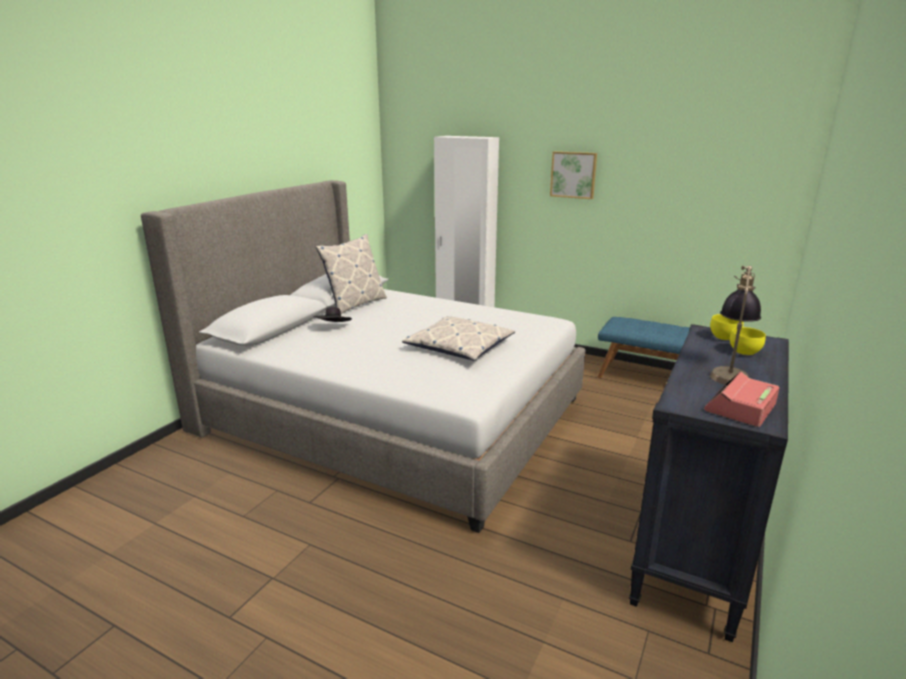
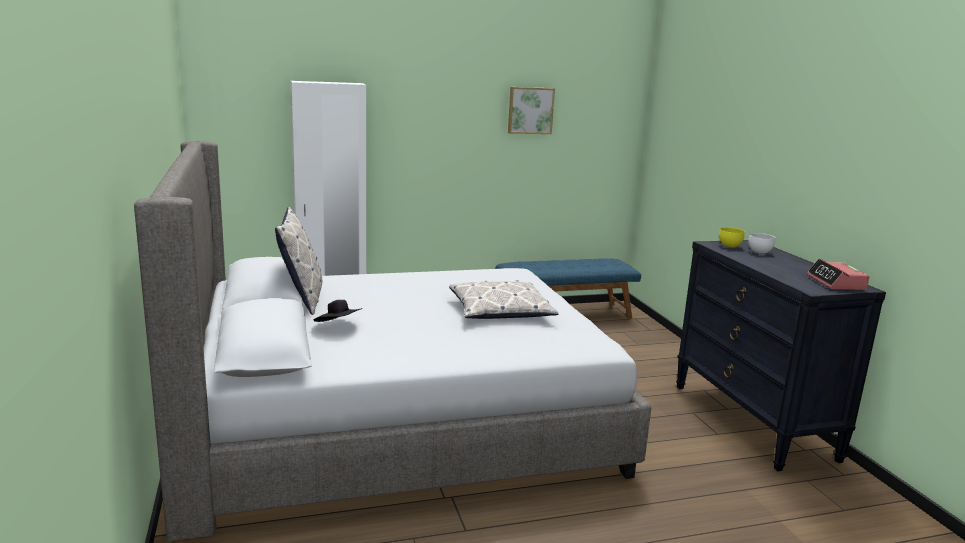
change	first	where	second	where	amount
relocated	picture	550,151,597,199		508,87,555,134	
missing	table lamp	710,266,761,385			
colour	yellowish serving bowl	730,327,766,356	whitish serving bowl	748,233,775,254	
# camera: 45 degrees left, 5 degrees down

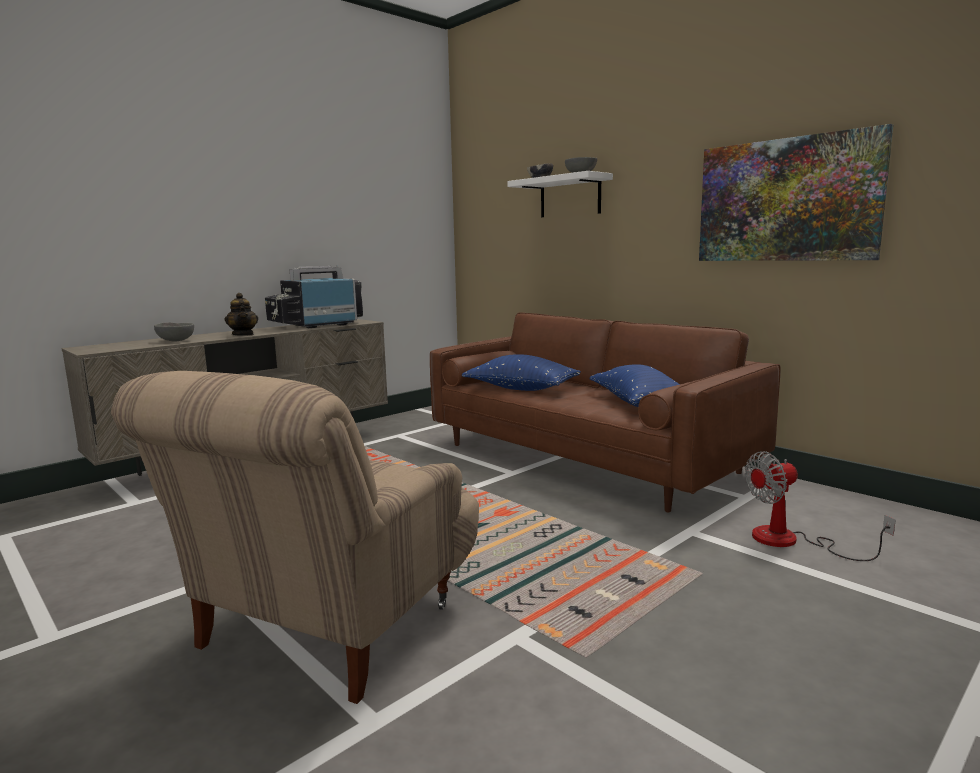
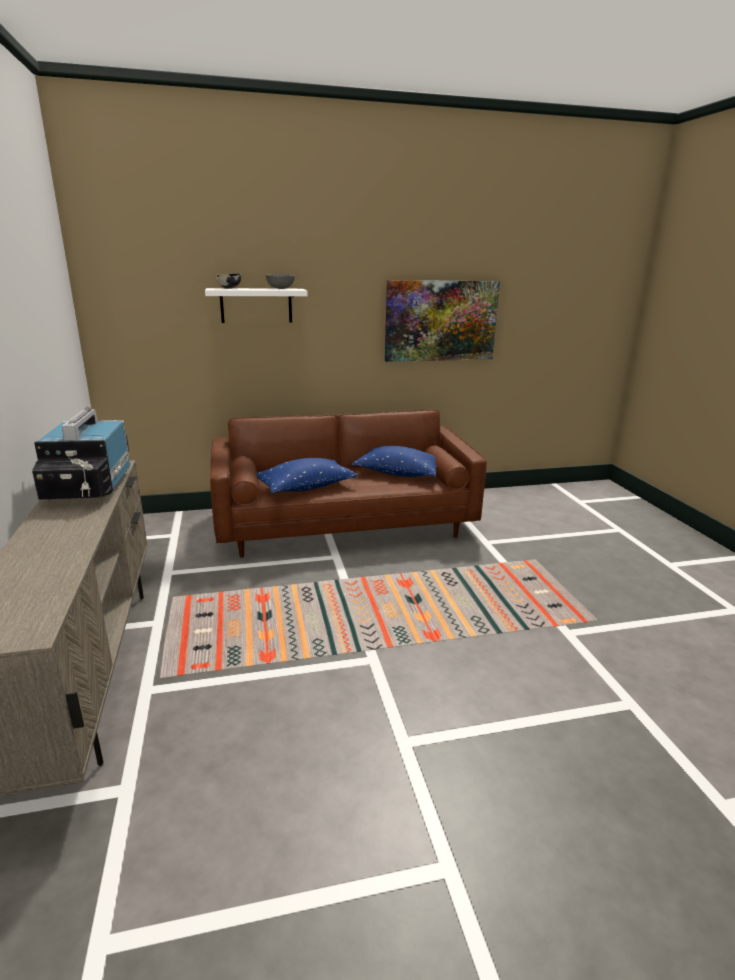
change	first	where	second	where	amount
missing	tea pot	225,293,258,336			
missing	grey serving bowl	154,322,194,341			
missing	beige armchair	111,371,479,704			
missing	cooling fan	744,451,896,561			
# camera: 60 degrees left, 10 degrees up

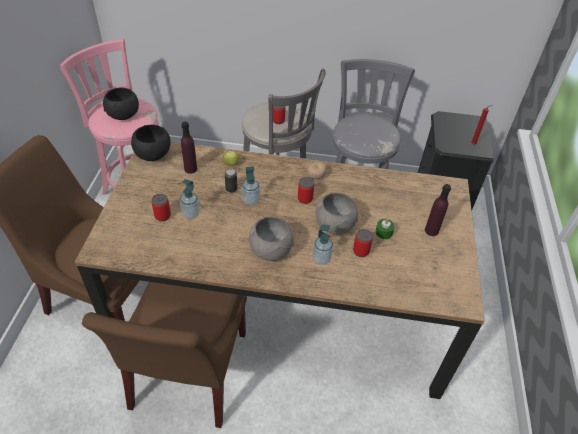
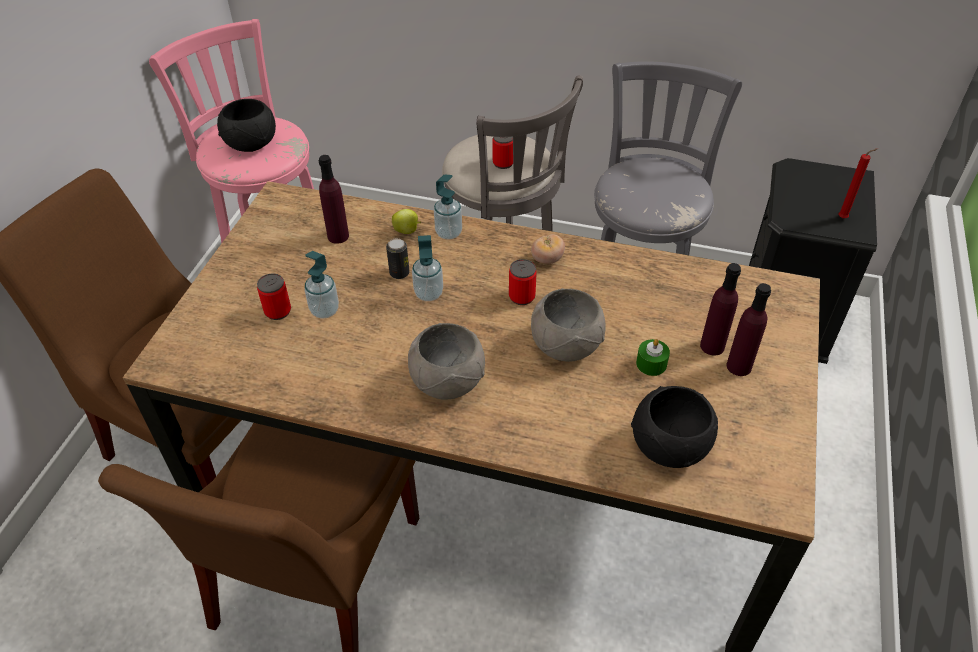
change	first	where	second	where	amount
relocated	blackish serving bowl	131,125,171,161		631,386,718,468	
relocated	liquid soap bottle	313,224,333,265		434,175,462,240	
missing	can	353,229,373,257			
appeared			purplish drink bottle	700,263,741,356	
# camera: 10 degrees right, 0 degrees up

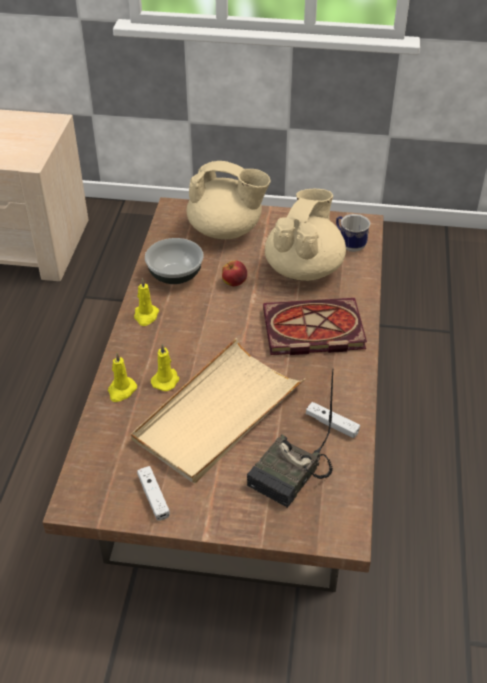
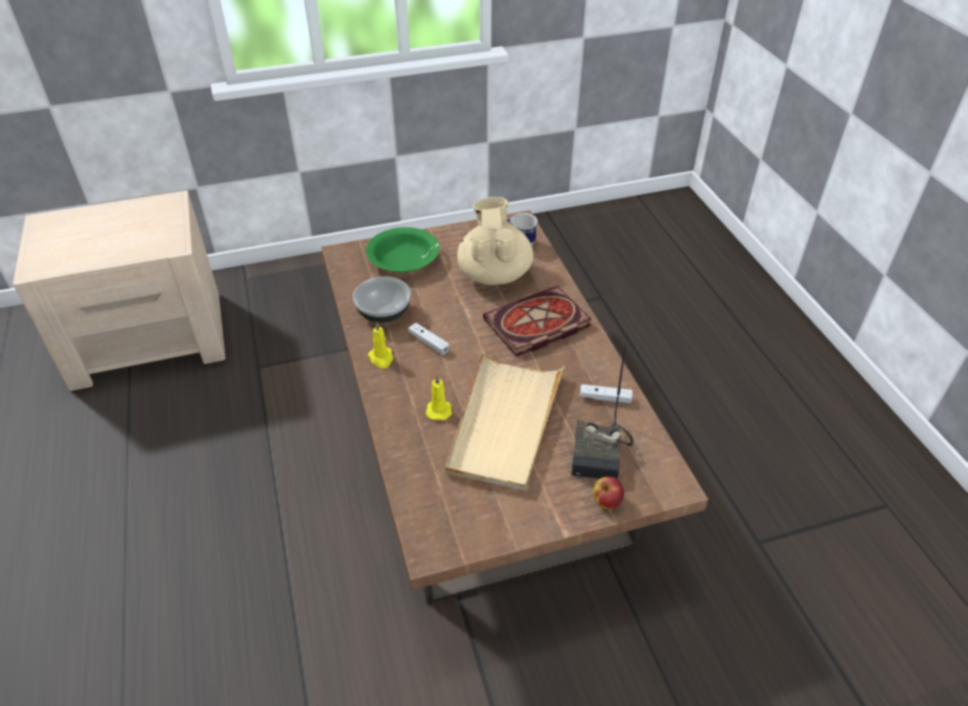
change	first	where	second	where	amount
exchanged	beige tea pot	187,161,271,239	greenish serving bowl	366,227,440,273	
relocated	apple fruit	222,260,247,286		593,476,624,509	
missing	yellowish wax light	108,353,137,402			
relocated	whitish game controller	137,466,170,521		408,323,450,355	
# camera: 25 degrees left, 0 degrees up

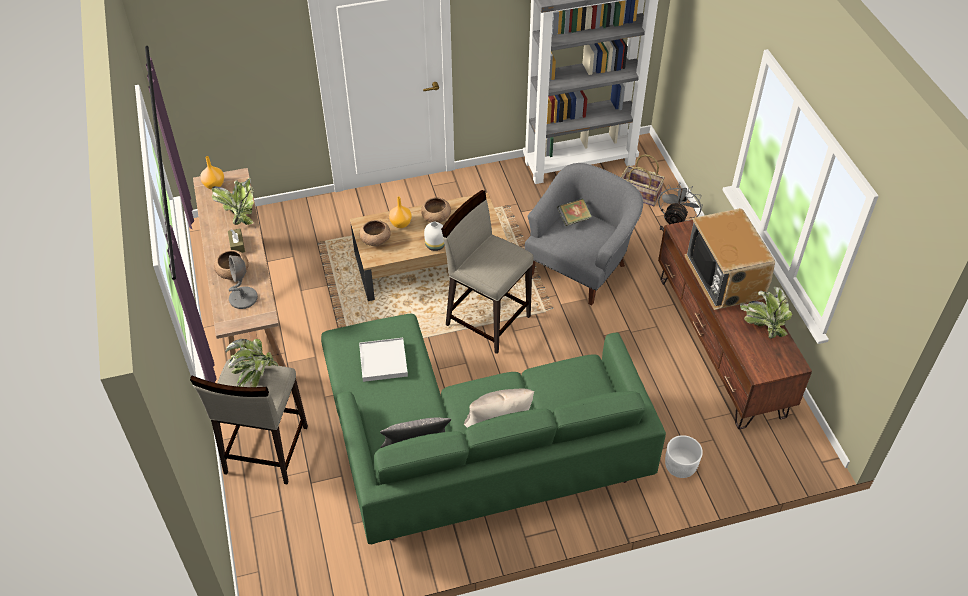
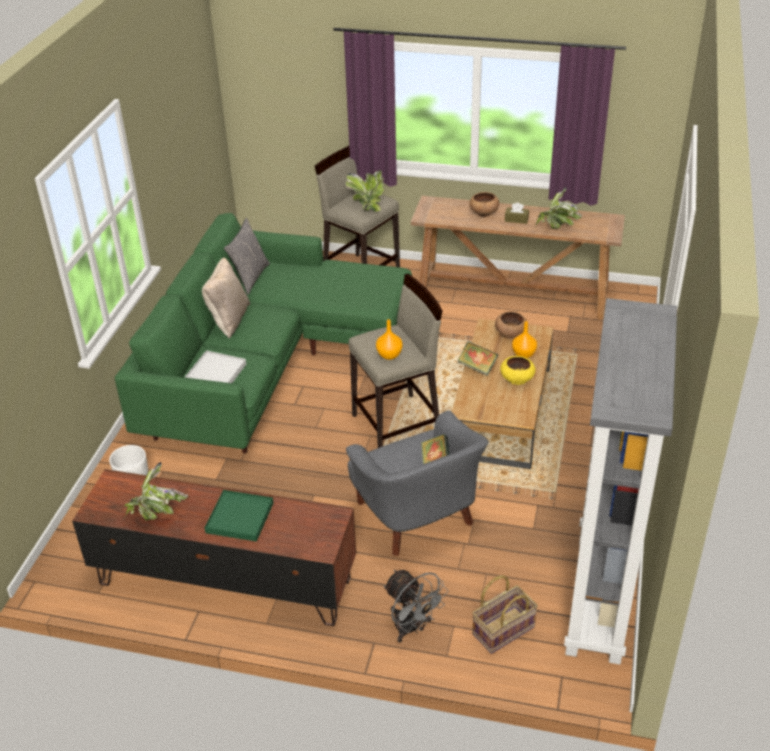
change	first	where	second	where	amount
relocated	orange flower vase	200,156,224,190		376,319,403,360	
colour	brown-coloured serving bowl	421,197,451,223	yellowish serving bowl	500,356,536,385	
exchanged	TV	684,208,775,310	greenish serving tray	205,490,273,542	
exchanged	whitish flower vase	424,222,445,251	bound book	458,341,498,376	
missing	grey table lamp	229,255,258,309			
relocated	whitish serving tray	359,338,408,382		185,350,246,383	
# camera: 120 degrees right, 10 degrees down

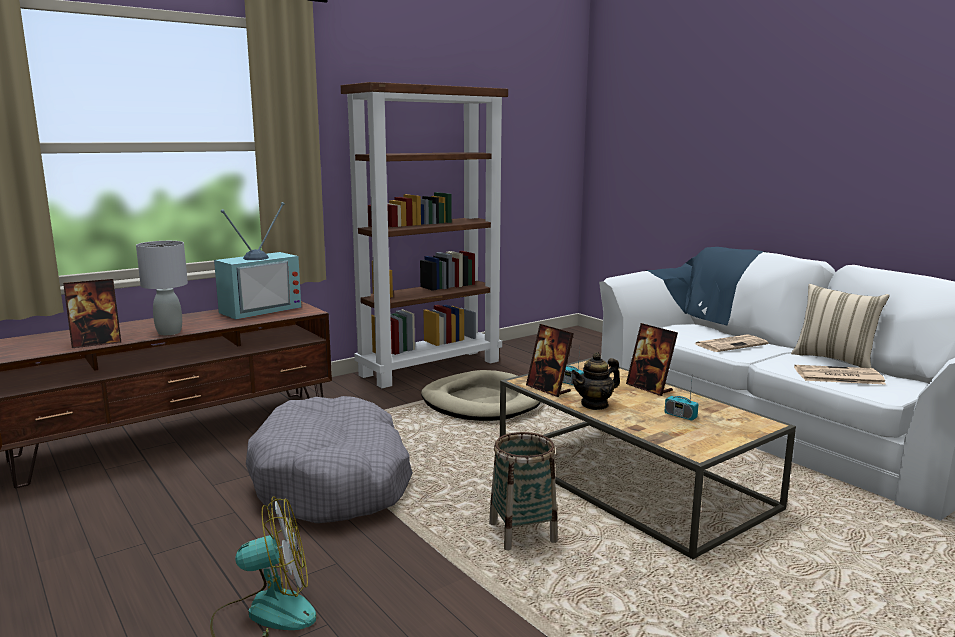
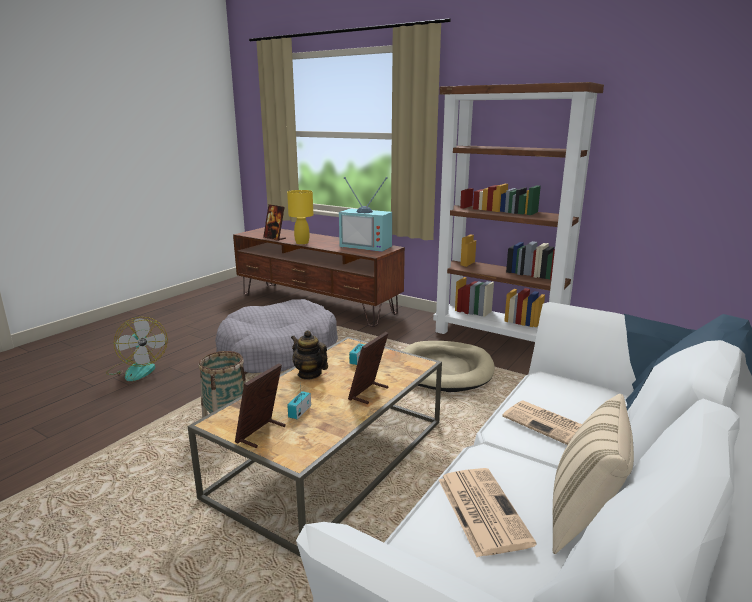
change	first	where	second	where	amount
colour	grey table lamp	136,241,188,335	yellowish table lamp	287,190,313,244	
relocated	photo frame	526,324,574,397		235,363,286,448	
# camera: 70 degrees right, 5 degrees up

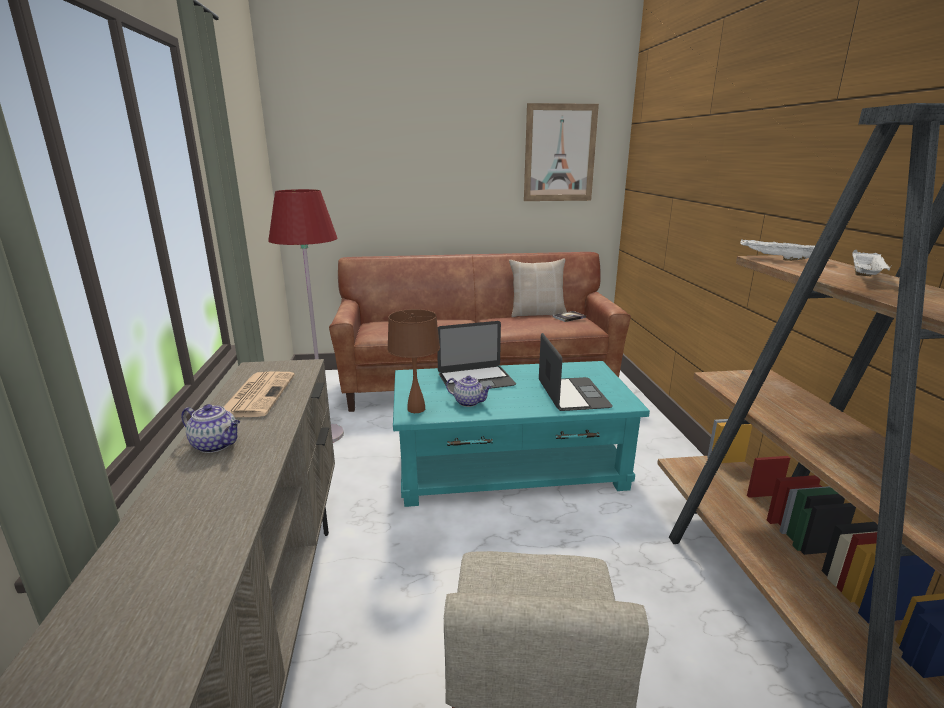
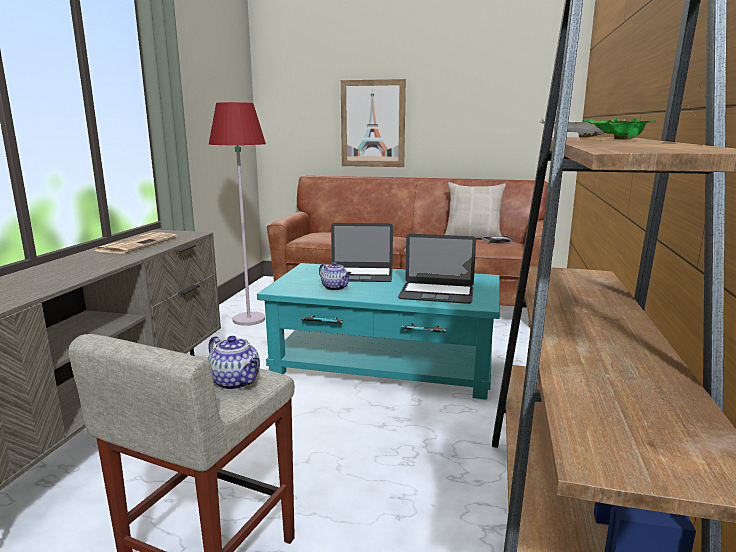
change	first	where	second	where	amount
relocated	picture	524,103,599,201		341,79,406,167	
colour	whitish serving tray	852,250,892,276	greenish serving tray	583,117,655,140	
missing	brown-coloured table lamp	387,309,440,413			
spun	portable computer	539,333,613,411		398,234,476,304	90 degrees clockwise
relocated	tea pot	181,404,240,453		207,336,260,390	
# camera: 20 degrees right, 5 degrees down

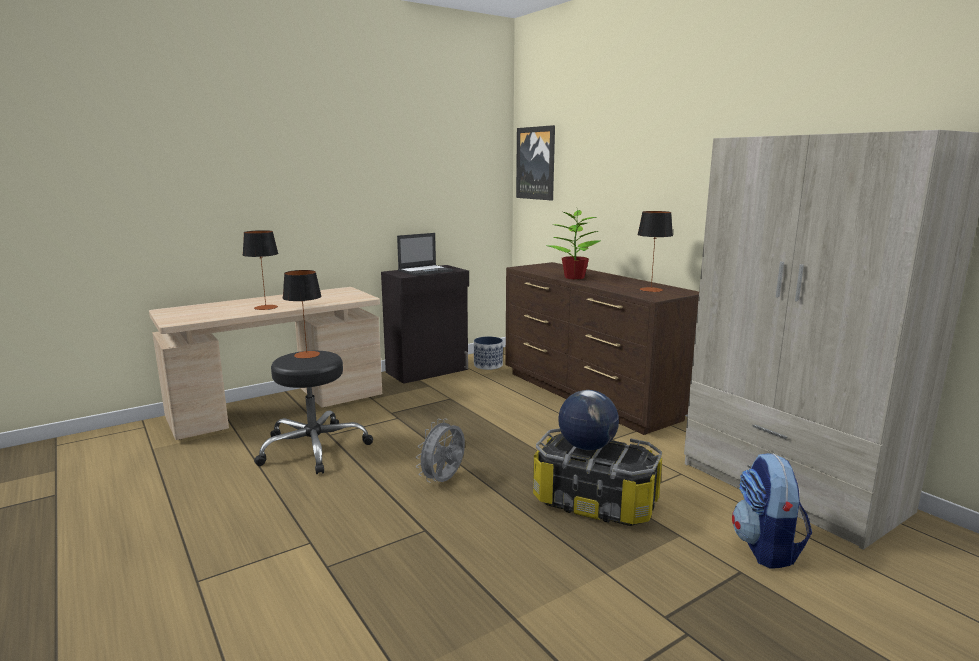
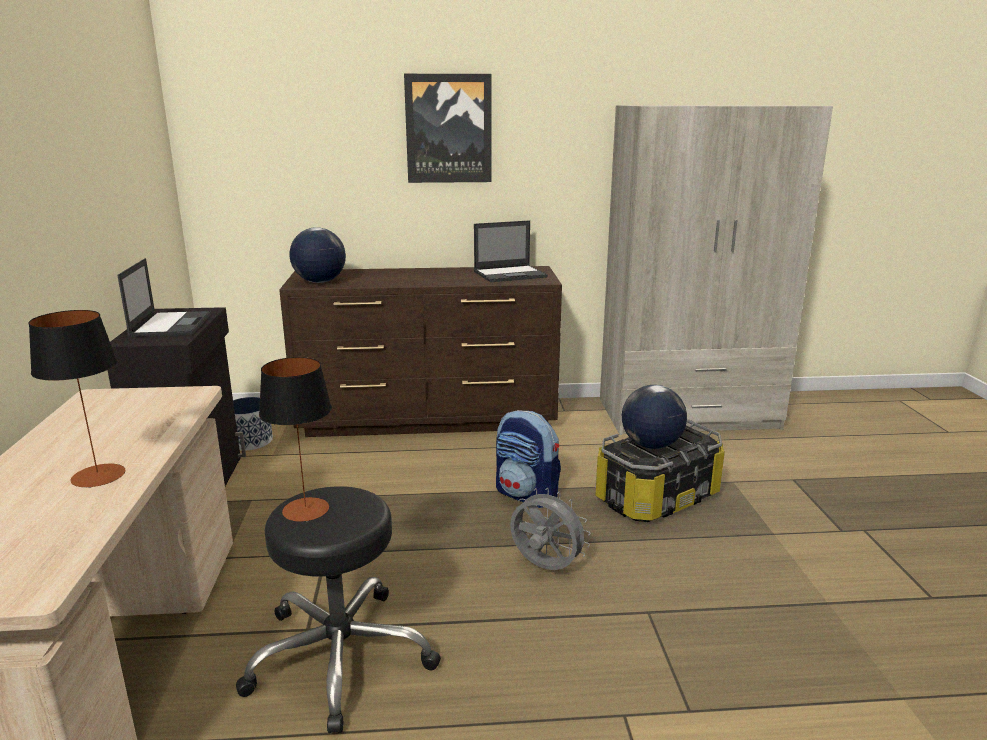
change	first	where	second	where	amount
relocated	picture	516,125,555,201		404,74,492,183	
missing	houseplant	547,210,600,279			
exchanged	table lamp	637,211,673,292	portable computer	474,220,548,282	
spun	grey cooling fan	416,419,465,483		510,488,591,570	150 degrees clockwise
relocated	rucksack	732,453,812,569		496,410,561,508	
appeared			world globe	290,227,346,283	
# camera: 60 degrees left, 5 degrees up

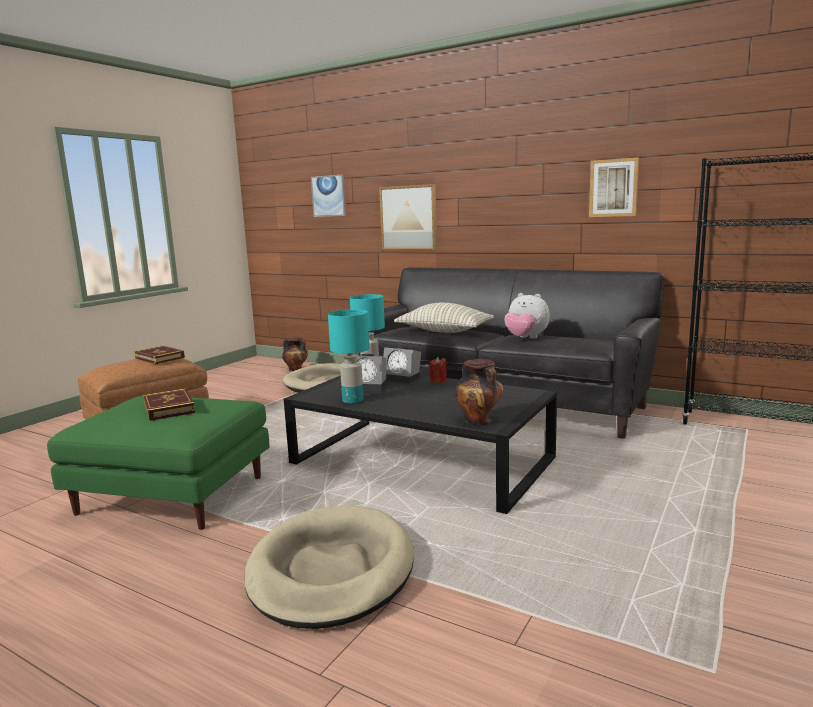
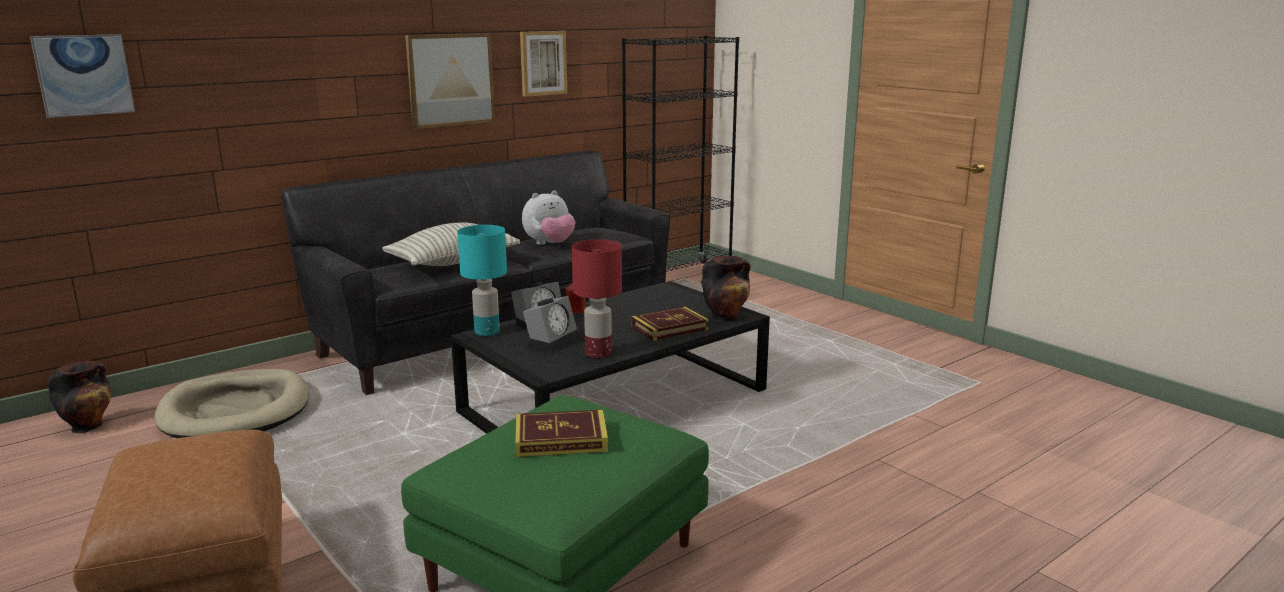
change	first	where	second	where	amount
relocated	picture	379,184,437,249		405,33,495,129	
colour	turquoise table lamp	328,310,369,404	red-coloured table lamp	572,239,622,358	
relocated	bound book	133,346,185,364		631,307,709,341	
missing	beige pet bed	245,506,414,629			
# camera: 70 degrees left, 5 degrees up

